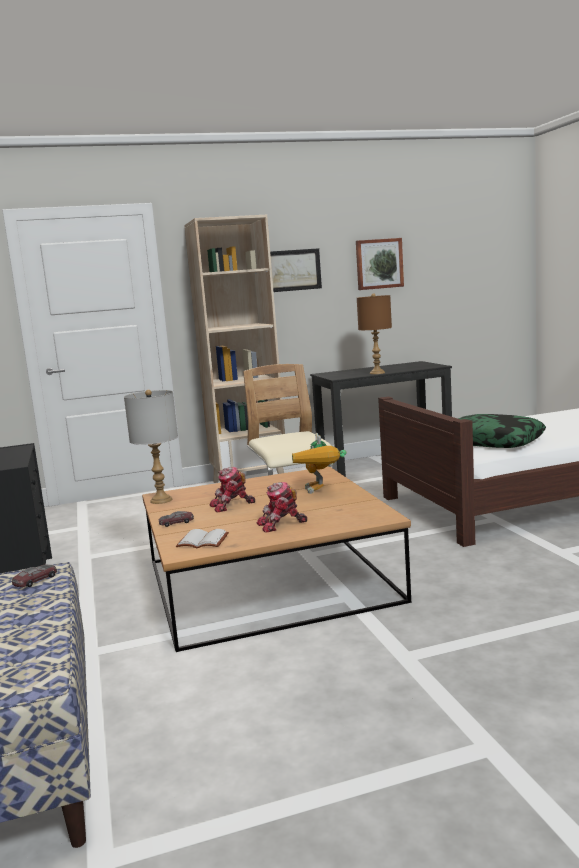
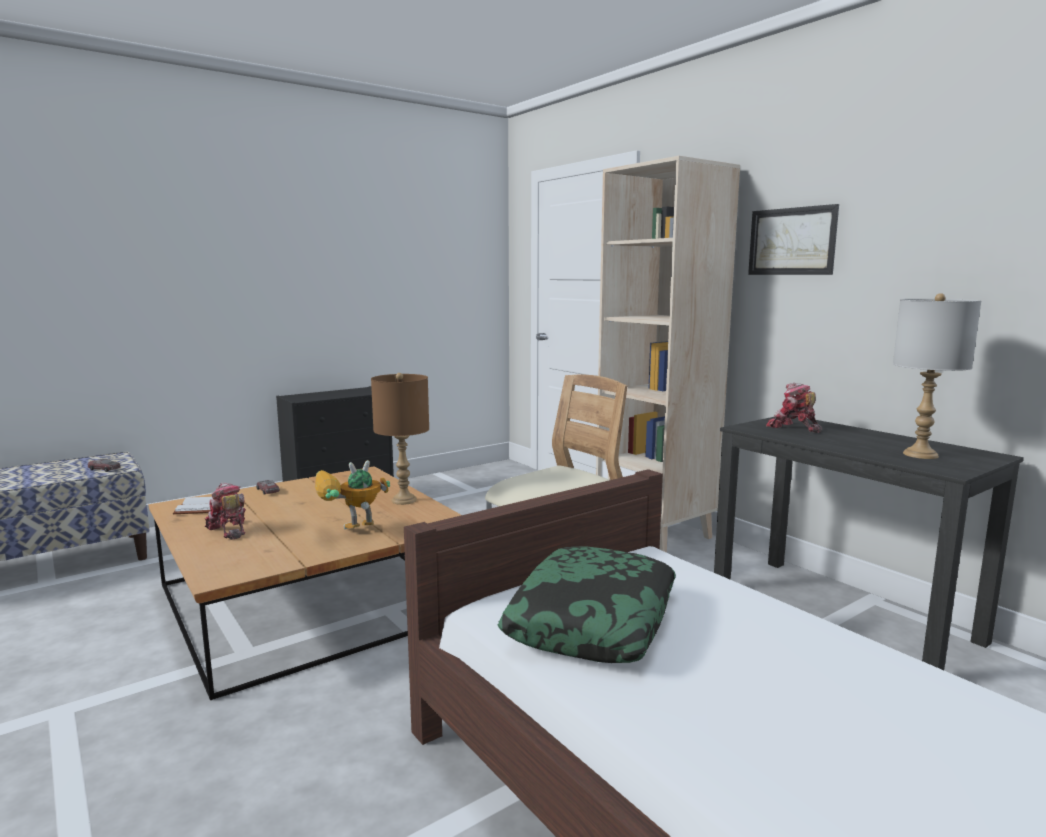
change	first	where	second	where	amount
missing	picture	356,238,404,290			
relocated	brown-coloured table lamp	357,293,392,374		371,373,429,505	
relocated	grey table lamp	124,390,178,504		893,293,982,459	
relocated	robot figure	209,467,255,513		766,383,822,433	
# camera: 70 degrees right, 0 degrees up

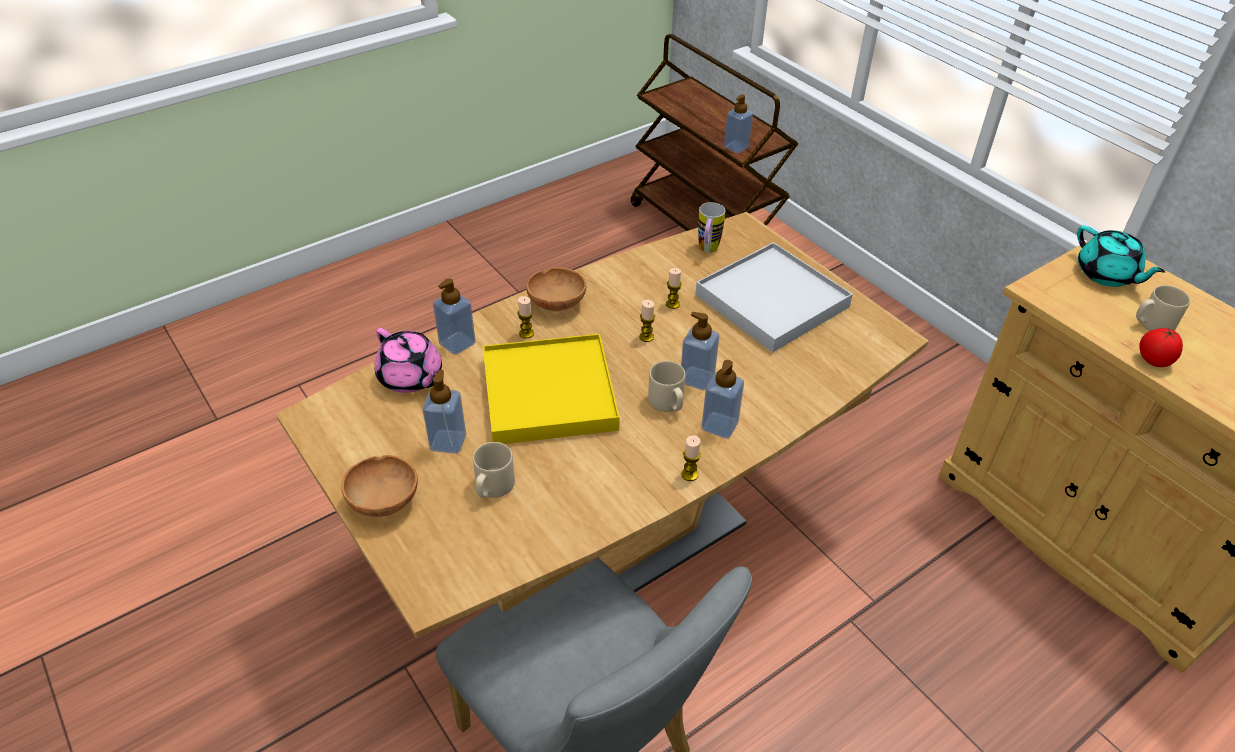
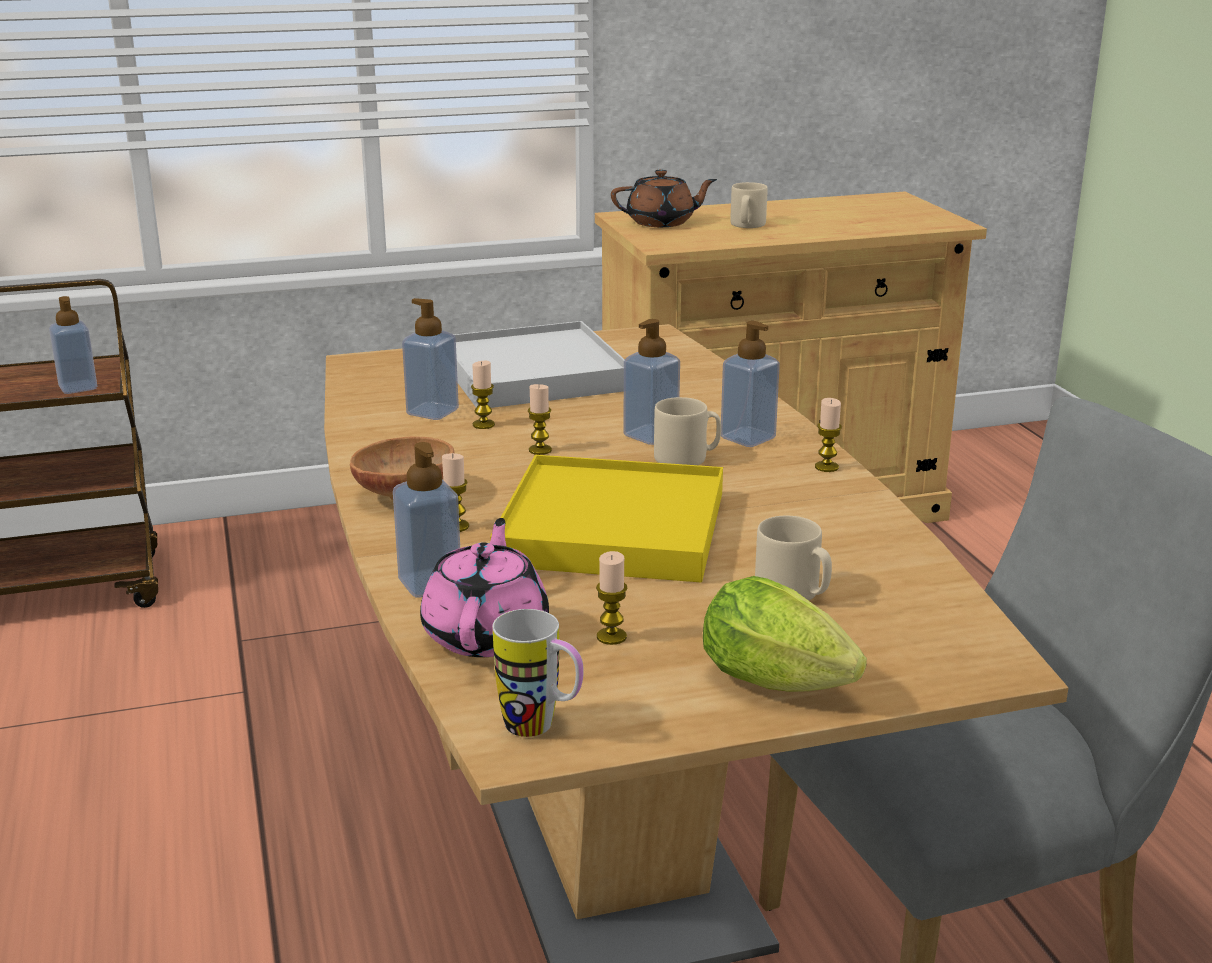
change	first	where	second	where	amount
relocated	mug	698,202,725,253		493,609,584,737	
colour	turquoise tea pot	1077,226,1166,287	brown-coloured tea pot	611,169,717,227	
spun	pink tea pot	374,328,442,393		420,518,549,657	60 degrees counterclockwise
missing	fresh tomato	1139,328,1183,367			
relocated	liquid soap bottle	422,370,466,454		402,298,459,420	
exchanged	brown-coloured serving bowl	341,455,418,517	lettuce	703,576,867,692	
appeared			wax light	596,551,627,645	
# camera: 70 degrees left, 20 degrees down

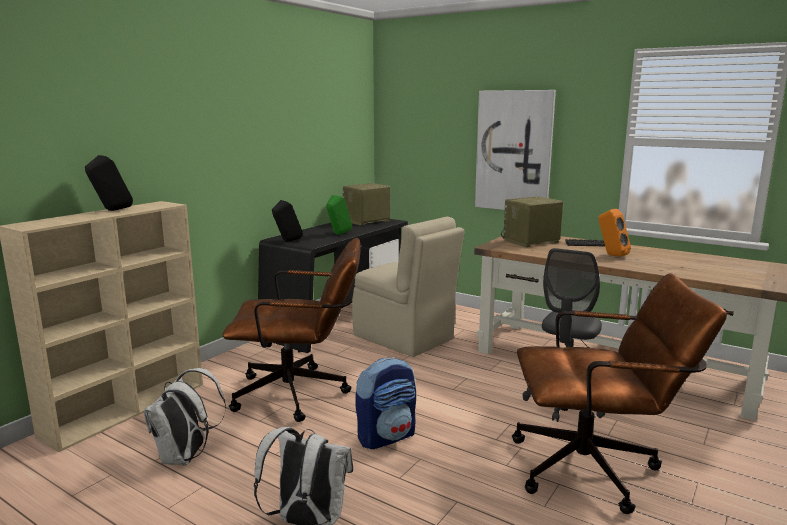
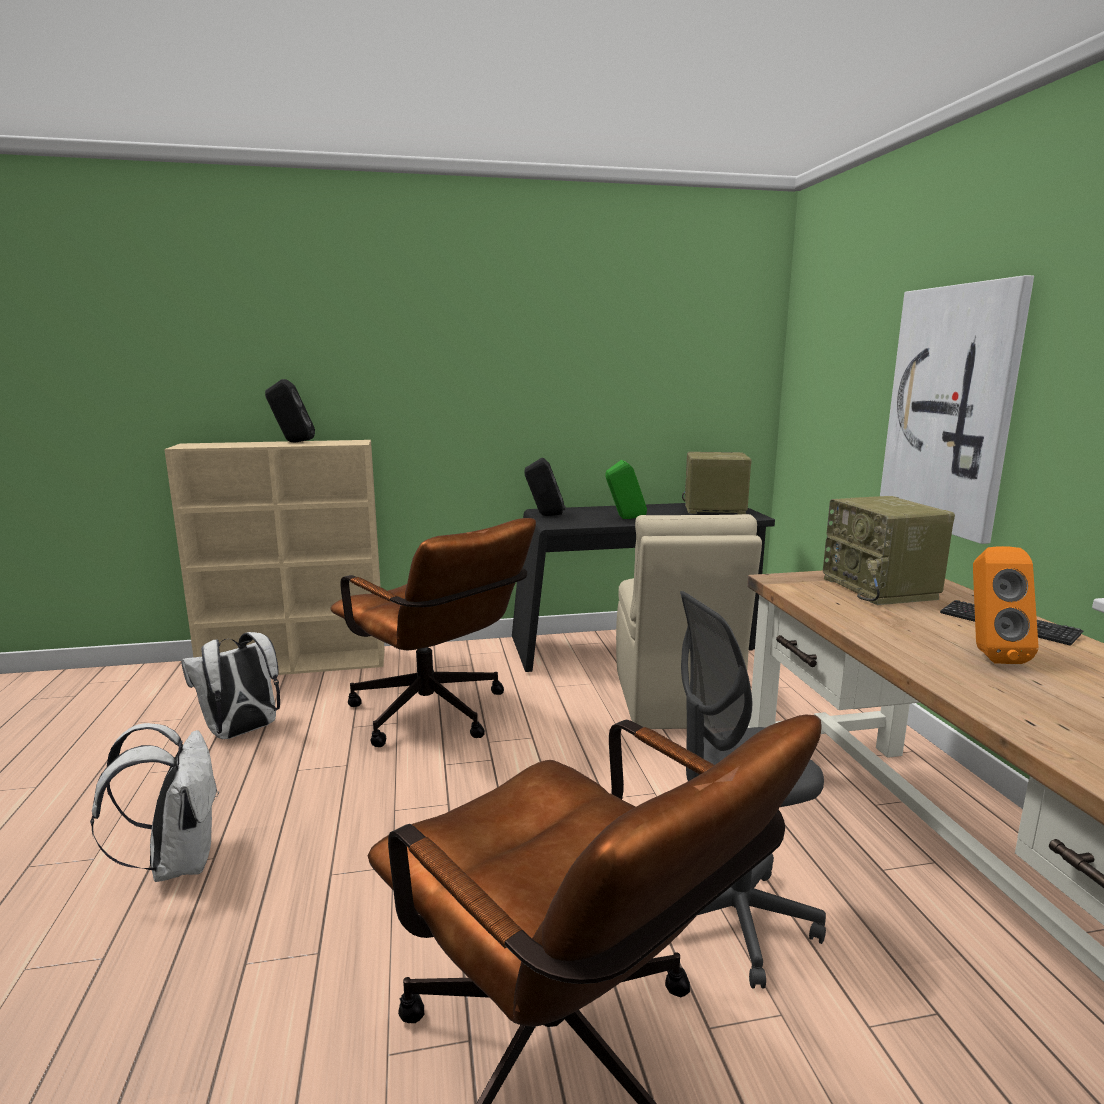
change	first	where	second	where	amount
spun	radio receiver	501,196,563,247		823,496,955,605	120 degrees counterclockwise
missing	rucksack	355,357,416,449			
# camera: 45 degrees right, 0 degrees up

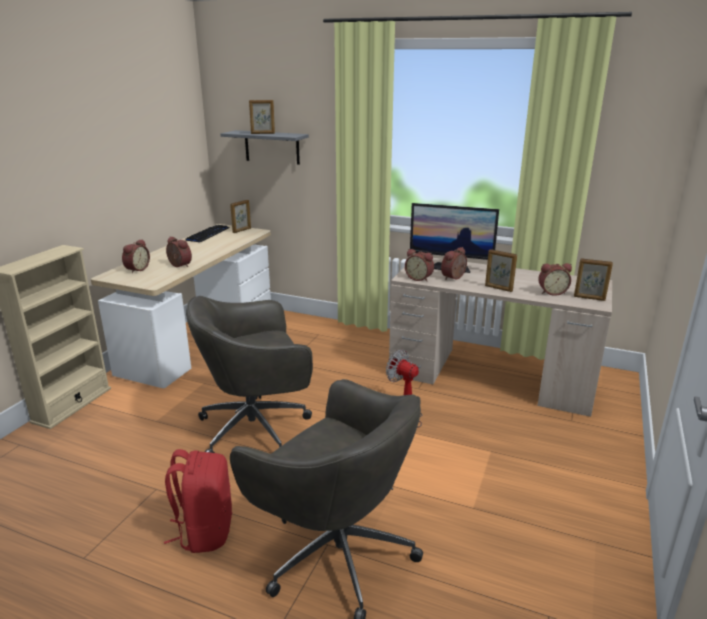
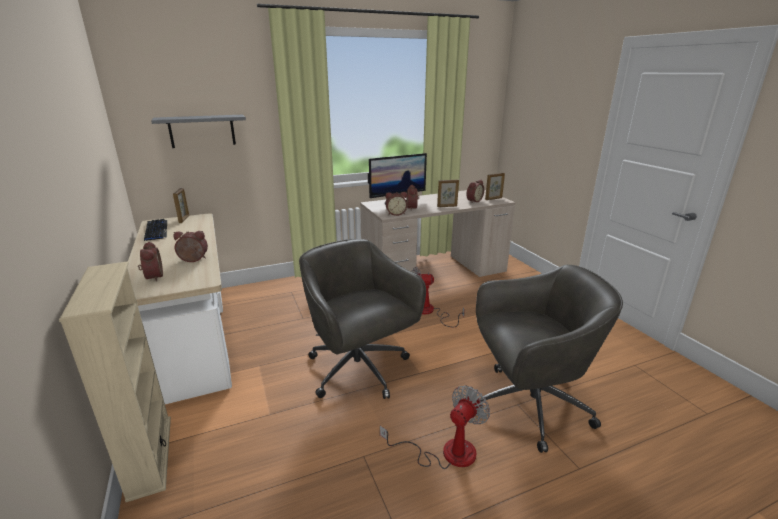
change	first	where	second	where	amount
missing	photo frame	249,100,275,134			
spun	grey office chair	186,296,313,453		299,239,426,399	120 degrees clockwise
exchanged	red-coloured rucksack	164,449,232,553	cooling fan	380,385,490,469	
# camera: 45 degrees left, 0 degrees up

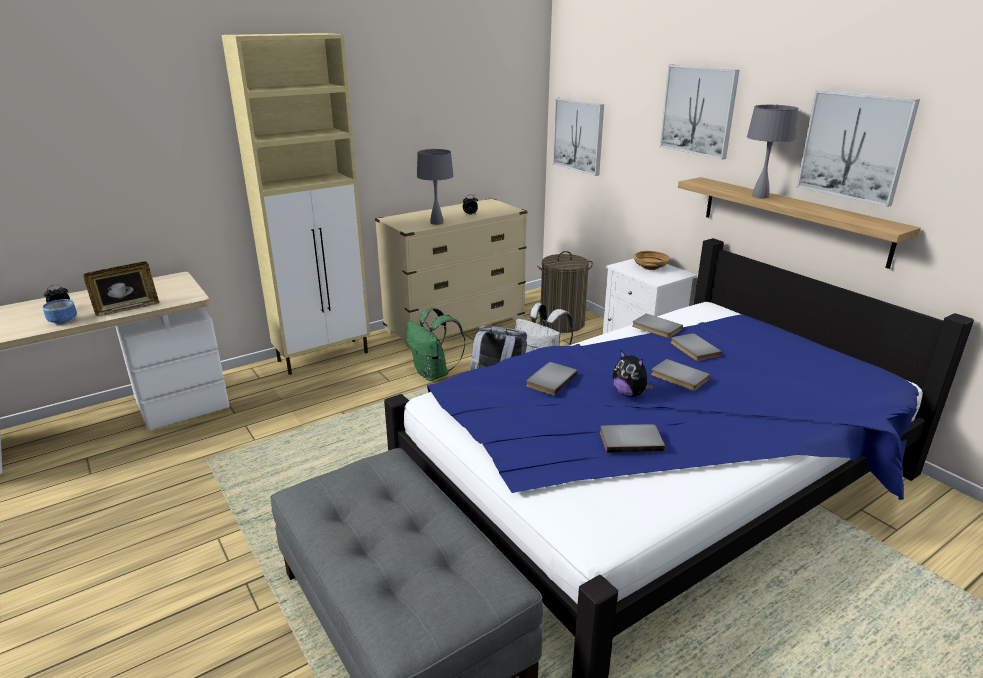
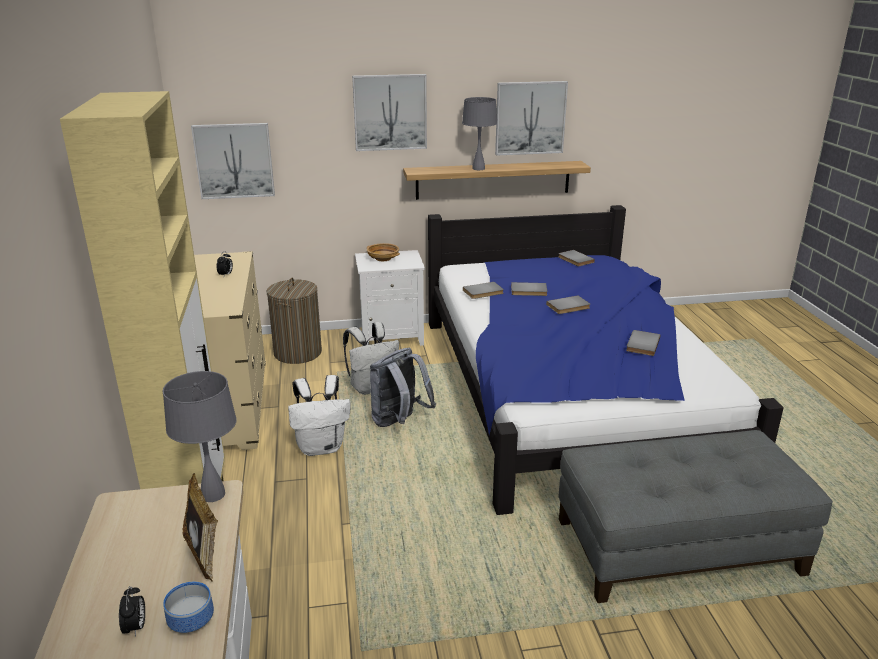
change	first	where	second	where	amount
relocated	grey table lamp	417,149,454,225		163,371,237,502	
colour	greenish rucksack	406,308,465,381	whitish rucksack	288,375,351,456	
missing	plush toy	613,350,654,397			
relocated	grey bound book	526,362,578,395		558,250,595,266	
# camera: 65 degrees left, 0 degrees up

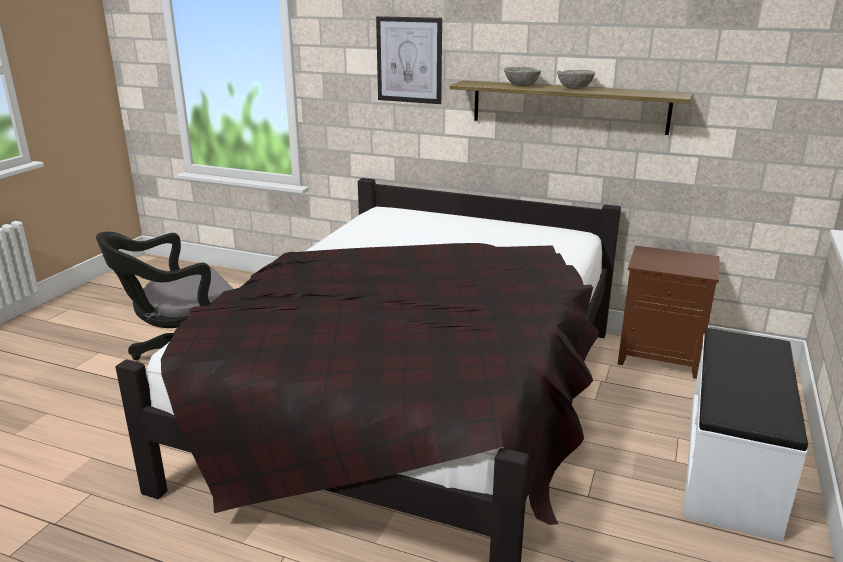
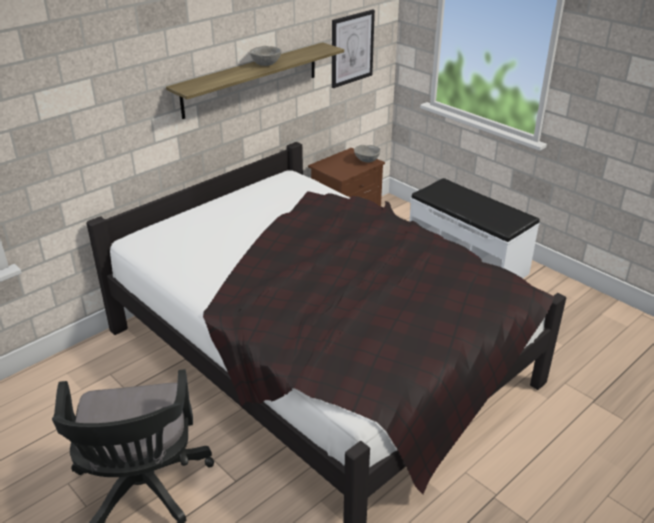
change	first	where	second	where	amount
relocated	picture	376,16,442,104		332,10,375,88	
relocated	grey serving bowl	504,67,541,87		354,145,381,163	
# camera: 65 degrees left, 10 degrees up

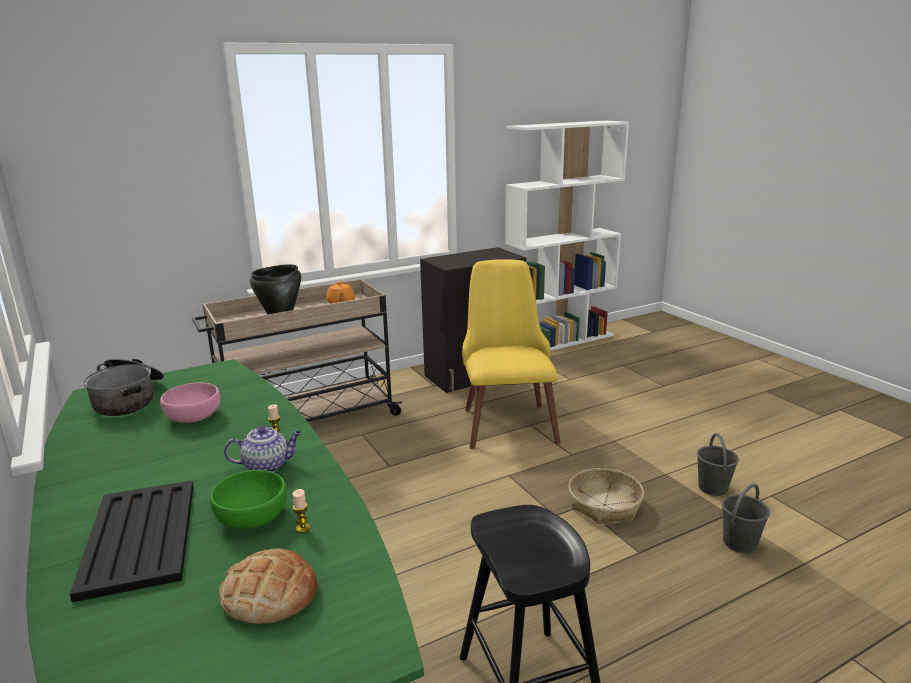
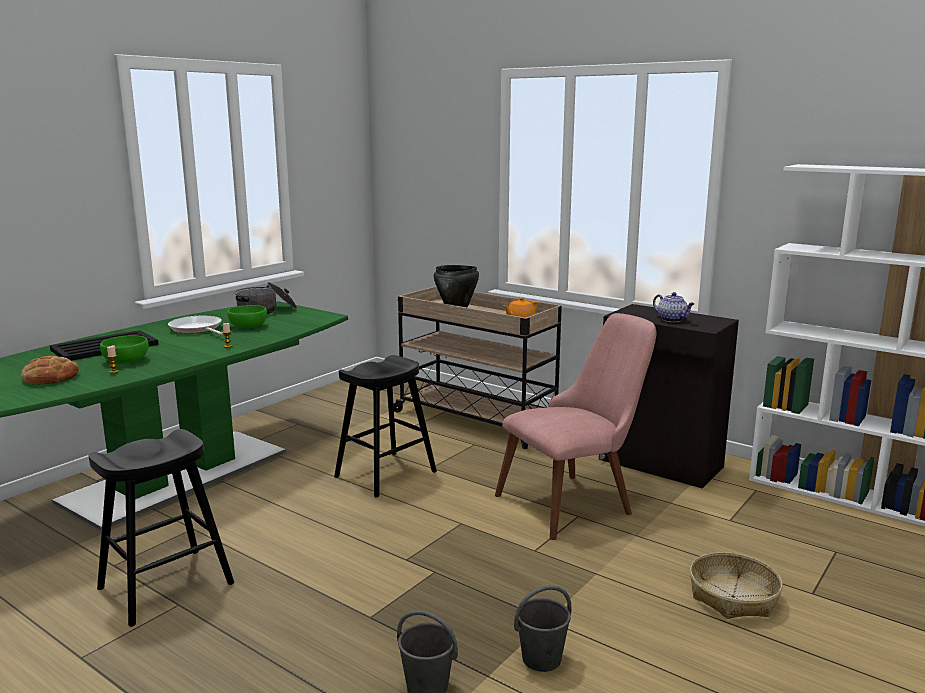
change	first	where	second	where	amount
colour	yellowish chair	462,259,561,449	pink chair	495,313,657,540	
colour	pink serving bowl	160,382,221,423	greenish serving bowl	227,305,267,328	
relocated	tea pot	224,426,301,472		653,292,694,322	
relocated	household basket	569,468,644,525		690,552,783,619	
appeared			skillet	168,315,223,335	
appeared			blackish stool seat	334,355,437,498	
# camera: 65 degrees right, 5 degrees down

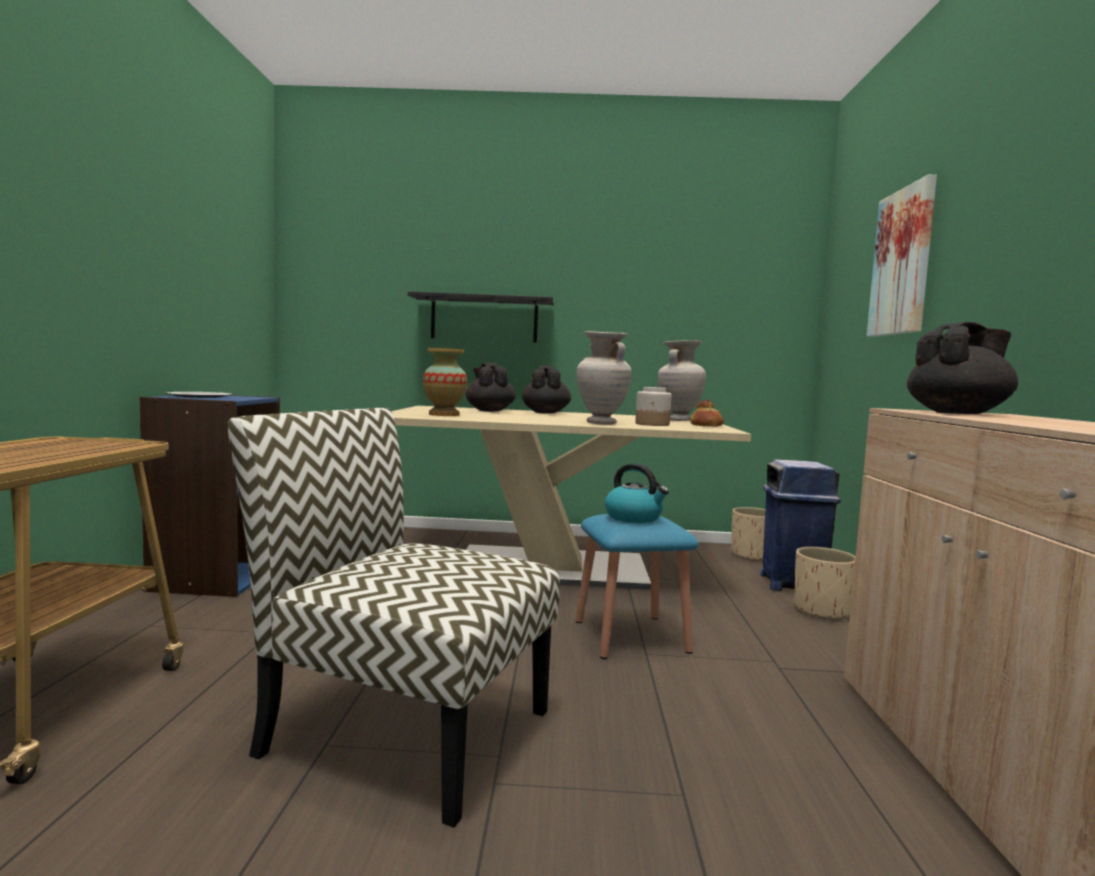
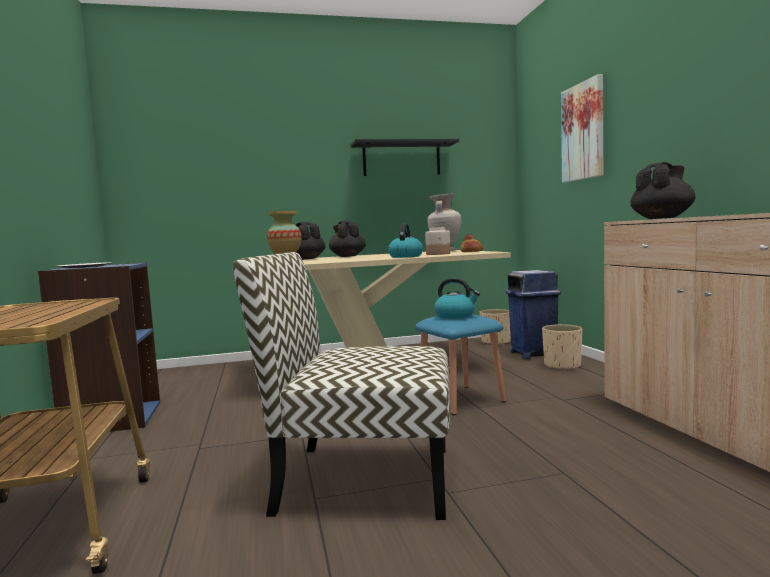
change	first	where	second	where	amount
relocated	blackish wall shelf	408,291,554,343		351,139,459,176	
exchanged	beige flower vase	576,331,632,425	water kettle	388,223,423,258	
# camera: 15 degrees left, 0 degrees up

